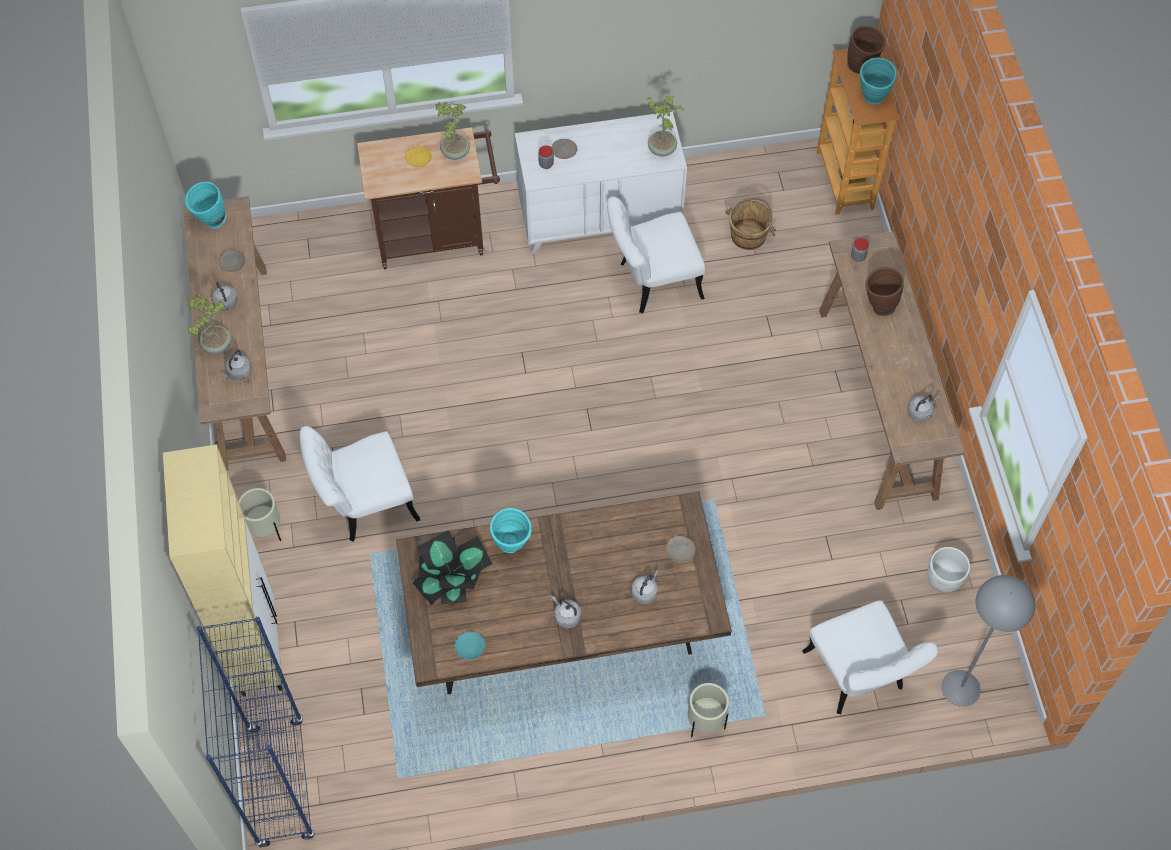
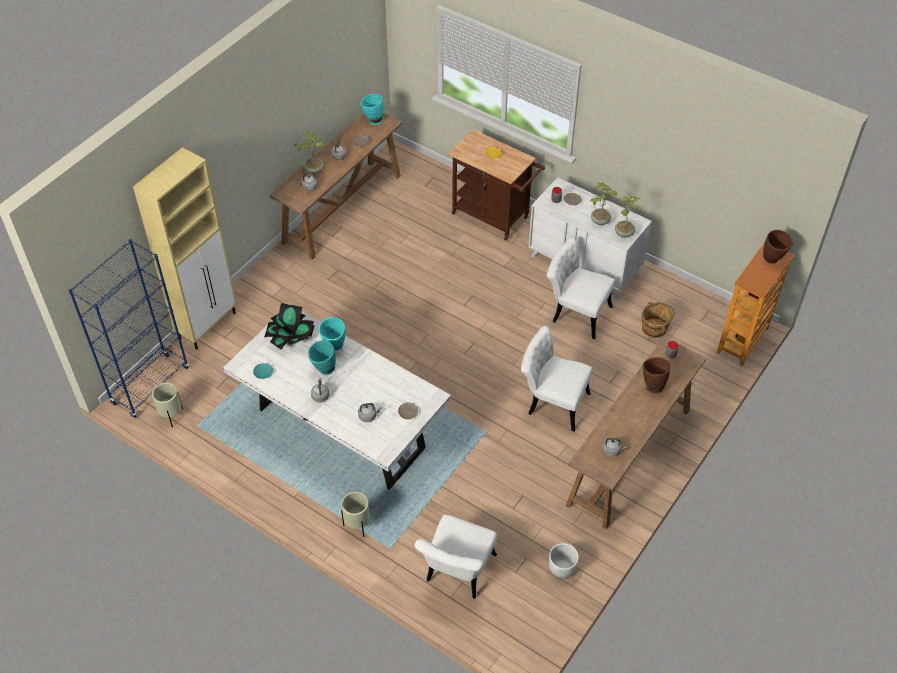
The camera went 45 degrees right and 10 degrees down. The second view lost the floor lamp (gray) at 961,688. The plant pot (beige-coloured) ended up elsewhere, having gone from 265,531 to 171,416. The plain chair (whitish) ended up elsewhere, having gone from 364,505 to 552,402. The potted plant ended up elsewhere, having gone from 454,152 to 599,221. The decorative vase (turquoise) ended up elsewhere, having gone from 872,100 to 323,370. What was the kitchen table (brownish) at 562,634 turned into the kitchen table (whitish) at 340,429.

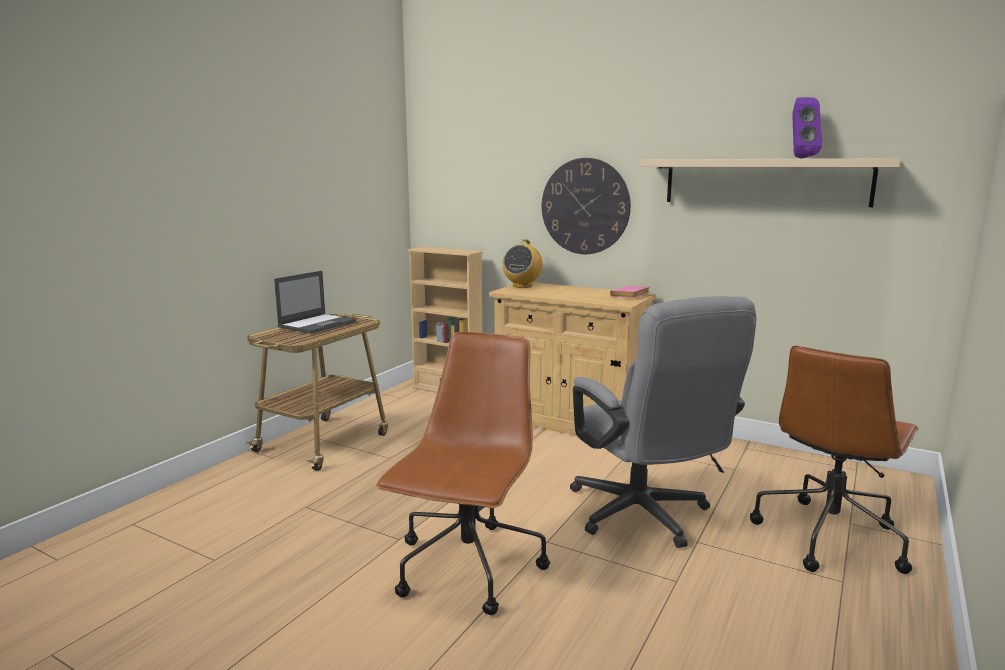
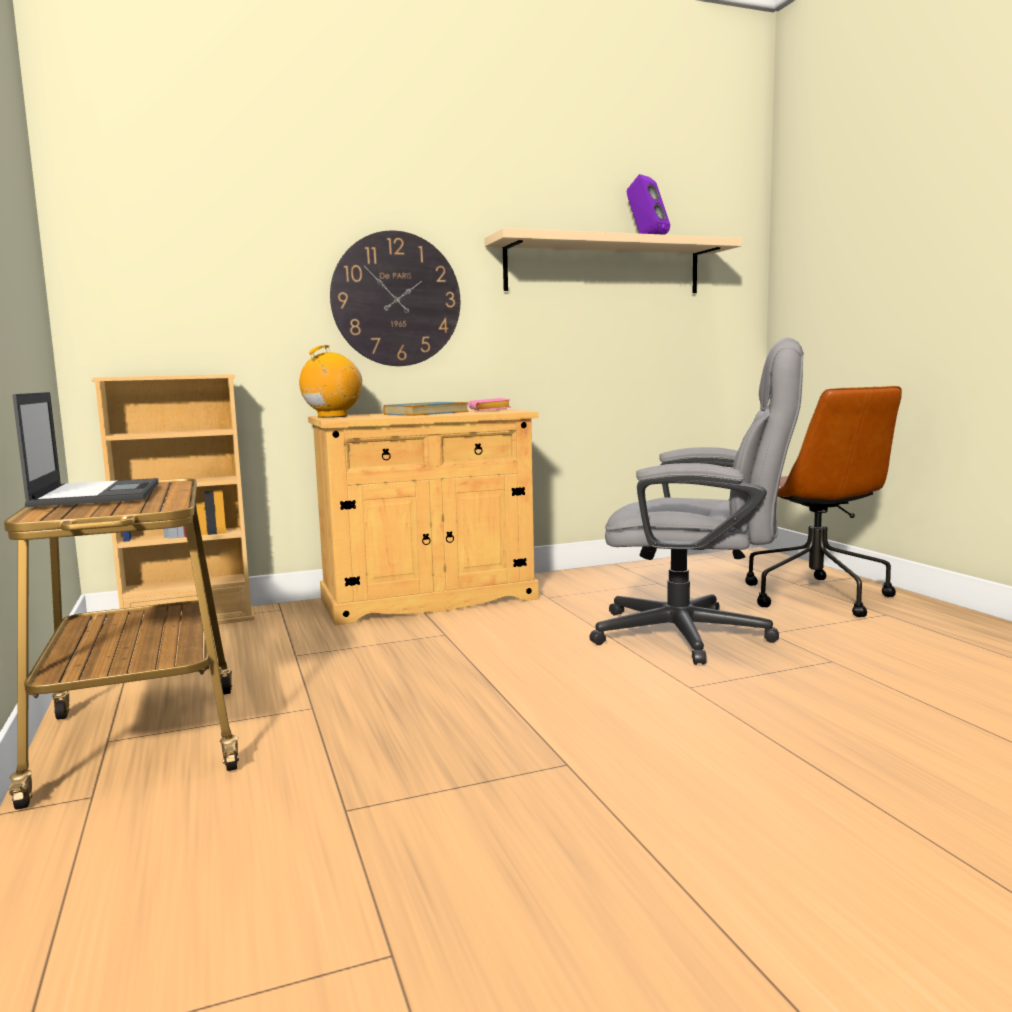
The camera went 50 degrees left and 5 degrees down. The second view lost the computer chair (brownish) at 468,569. The second view gained the volume at 426,413. The radio set at 522,286 ended up facing another way, 120 degrees counterclockwise from before.

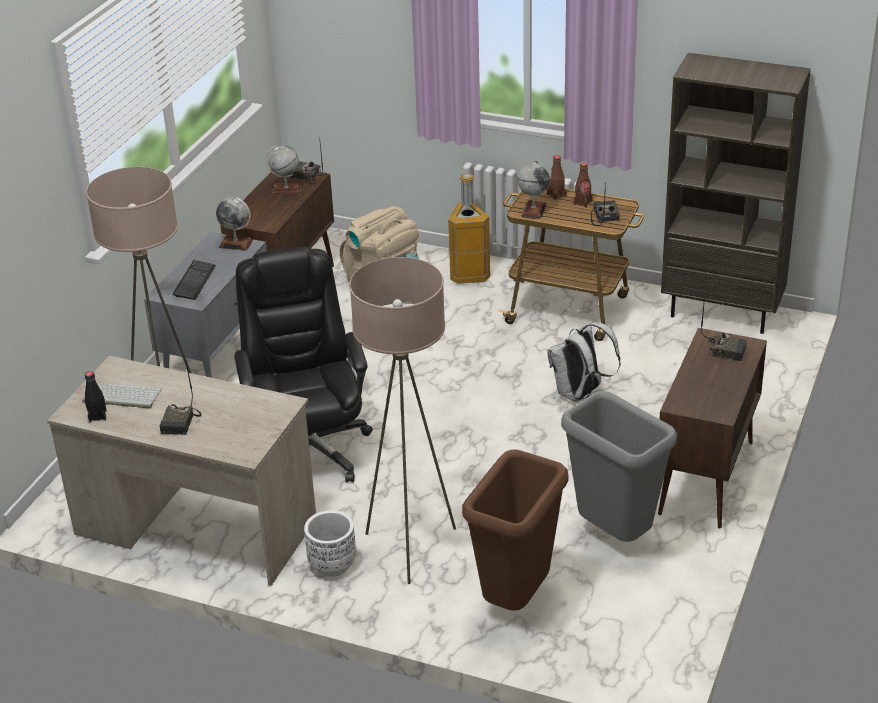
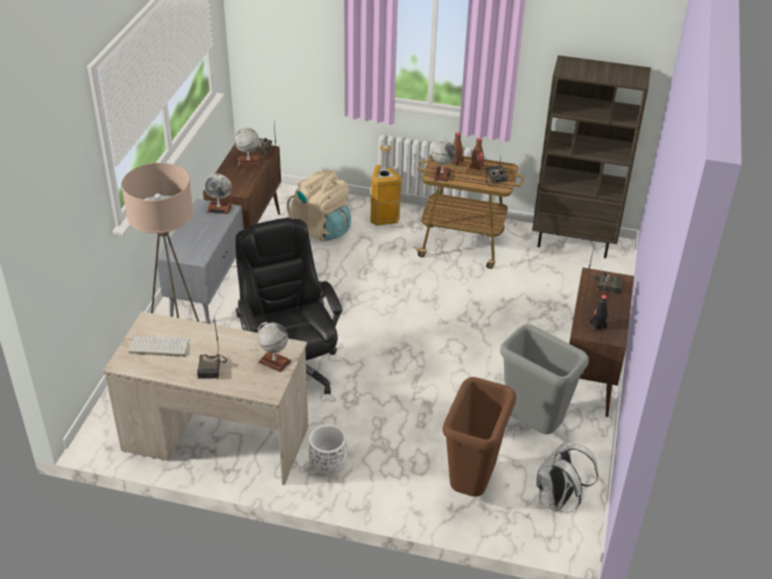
The camera went 10 degrees left and 5 degrees up. The second view lost the keyboard at 194,281. The second view lost the floor lamp (beige-coloured) at 411,548. The second view gained the desk globe at 274,361. The beverage bottle (black-coloured) ended up elsewhere, having gone from 97,416 to 598,326. The knapsack (whitish) ended up elsewhere, having gone from 580,394 to 557,501.

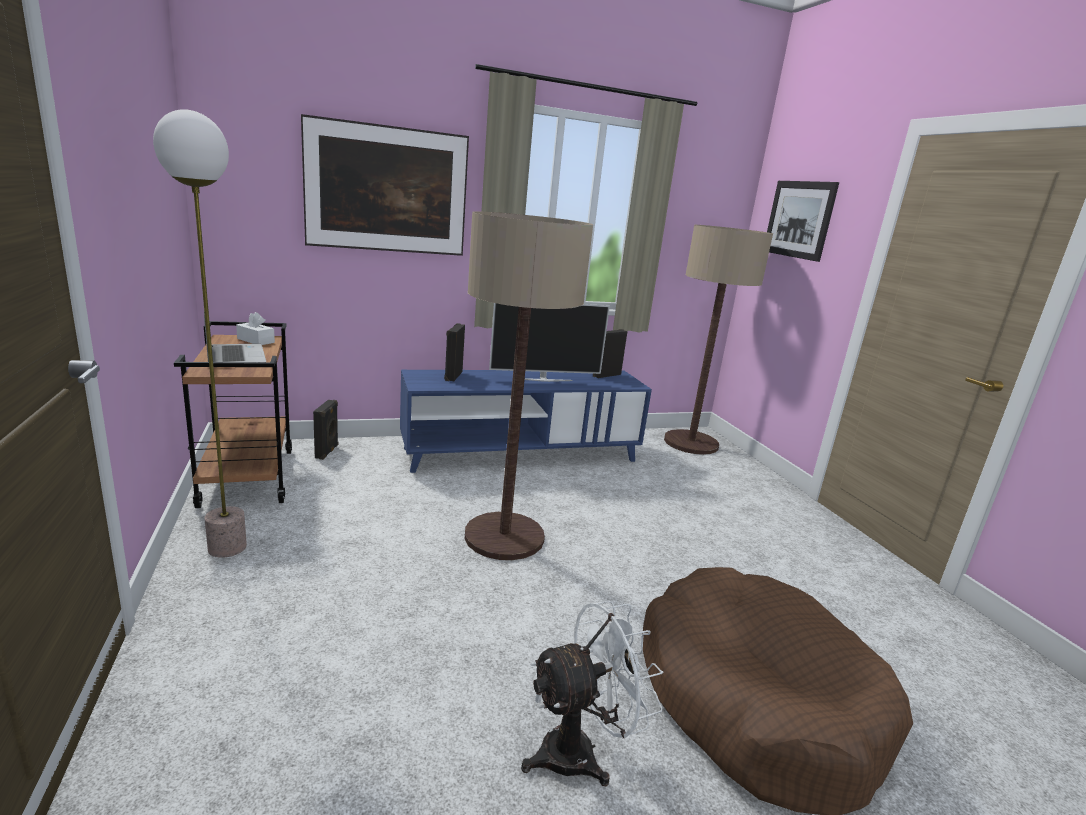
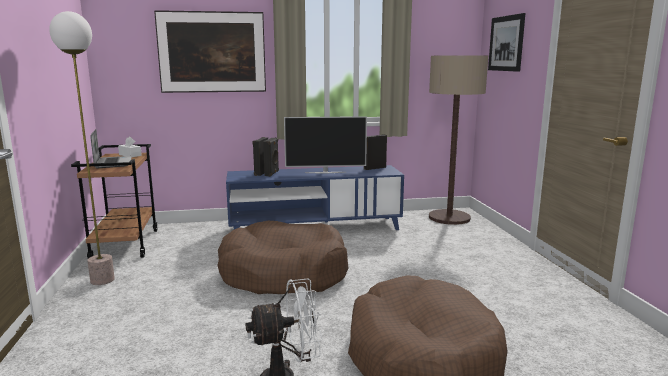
The camera went 10 degrees right and 5 degrees down. The loudspeaker (black-coloured) ended up elsewhere, having gone from 327,452 to 272,173. Where the floor lamp stood at 504,537, the pet bed (brownish) came to stand at 283,273.

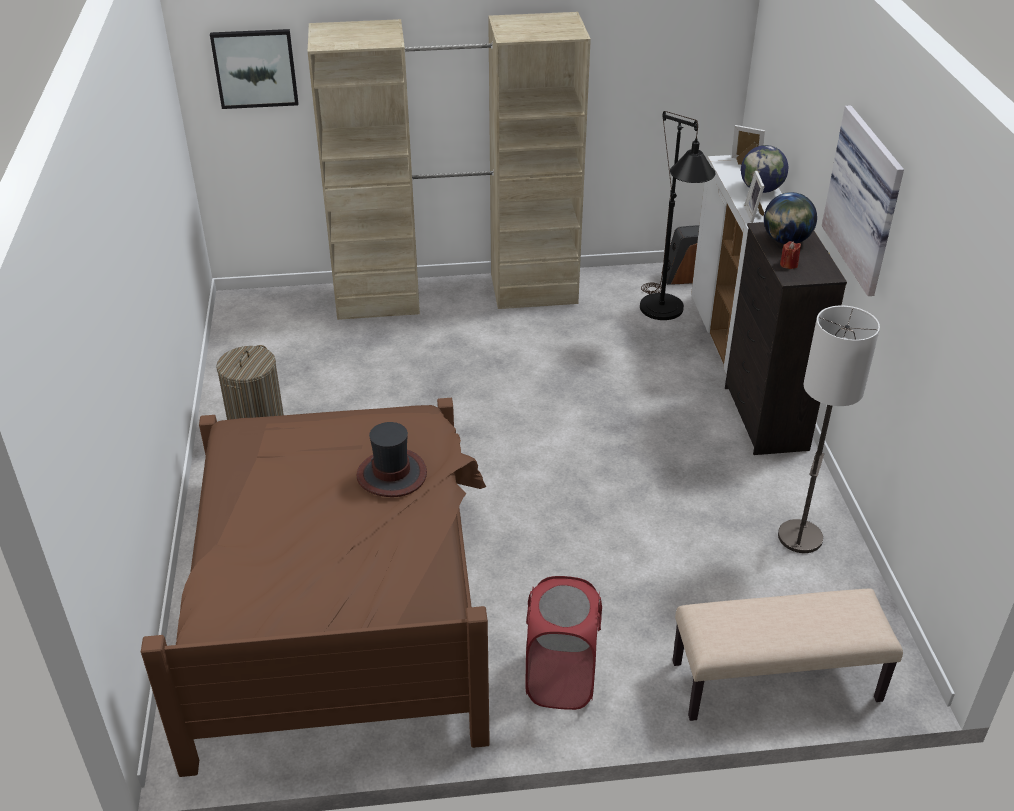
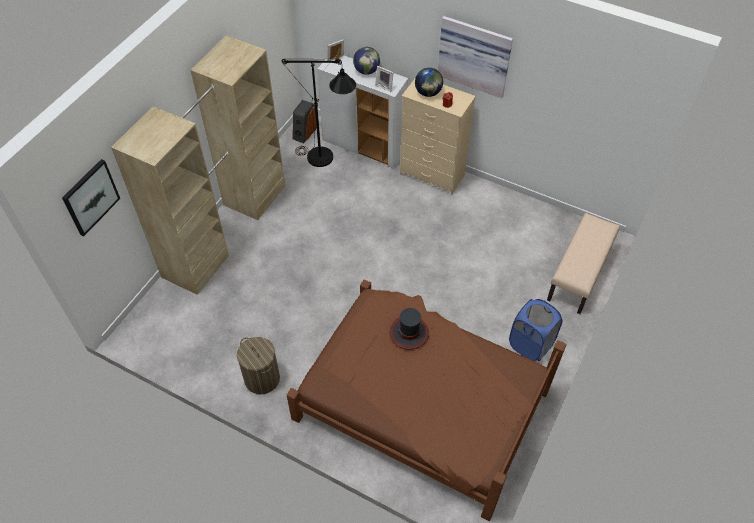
The camera went 55 degrees left and 15 degrees up. The second view lost the floor lamp at 800,537. What was the washing basket (red-coloured) at 561,680 turned into the washing basket (blue) at 530,344. What was the drawer chest (black-coloured) at 765,419 turned into the drawer chest (beige-coloured) at 432,175.

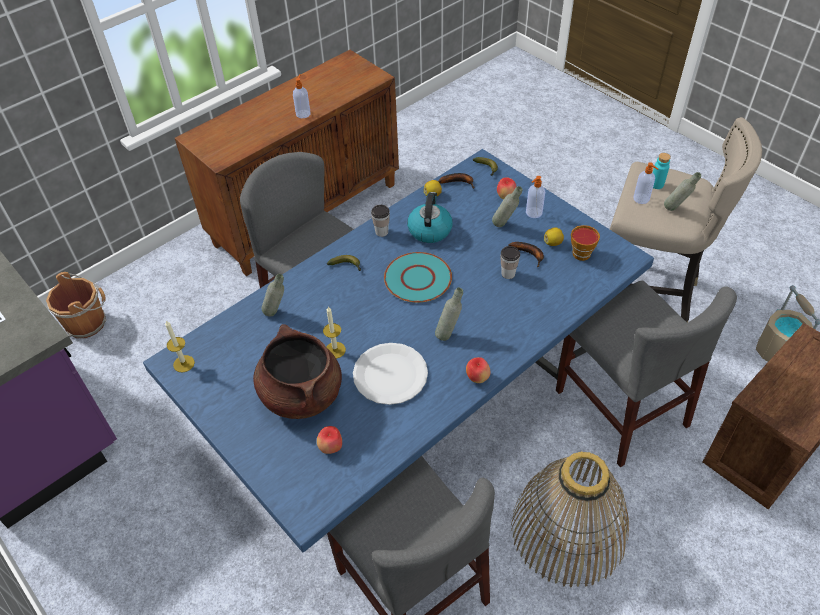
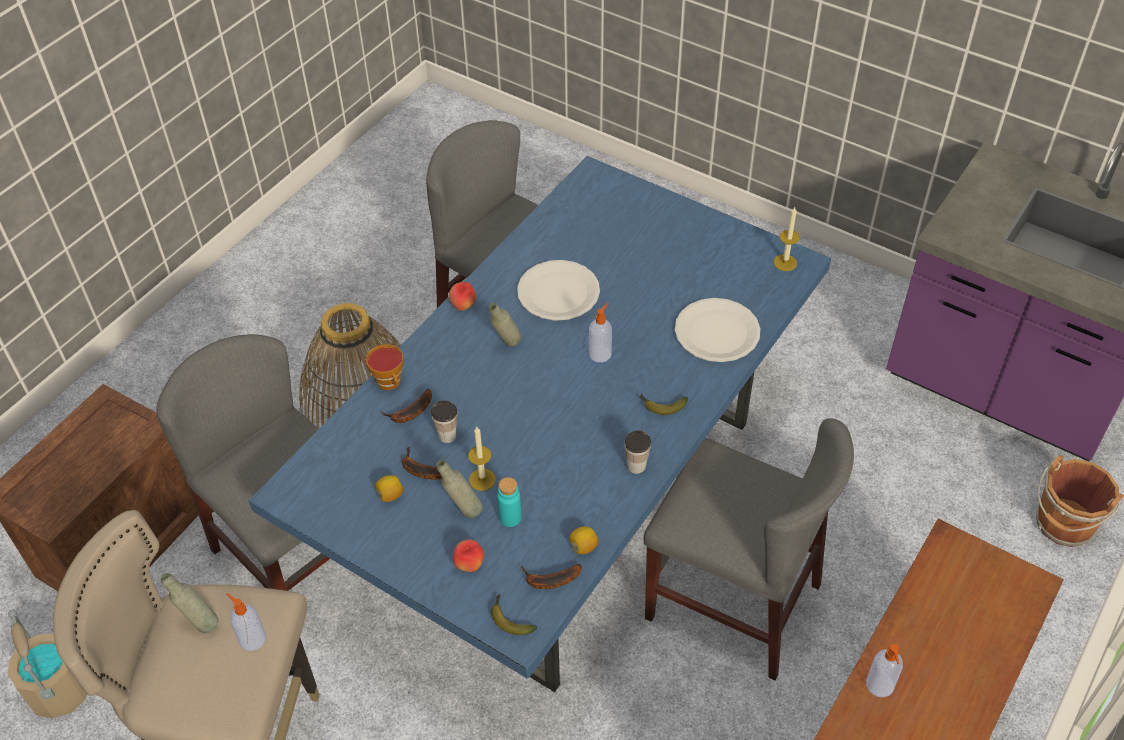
The camera went 165 degrees right and 0 degrees up. The second view lost the saucepot (brownish) at 301,394. The second view lost the apple fruit at 331,447. The second view lost the plate (turquoise) at 418,279. The second view lost the water kettle at 429,229. The second view gained the banana fruit at 410,413. The wax light ended up elsewhere, having gone from 335,350 to 482,479. The soap bottle ended up elsewhere, having gone from 533,213 to 600,353. The drinking cup ended up elsewhere, having gone from 580,252 to 390,383. The beverage bottle (turquoise) ended up elsewhere, having gone from 656,184 to 510,517. Where the beverage bottle (gray) stood at 277,313, the plate (whitish) came to stand at 716,332.

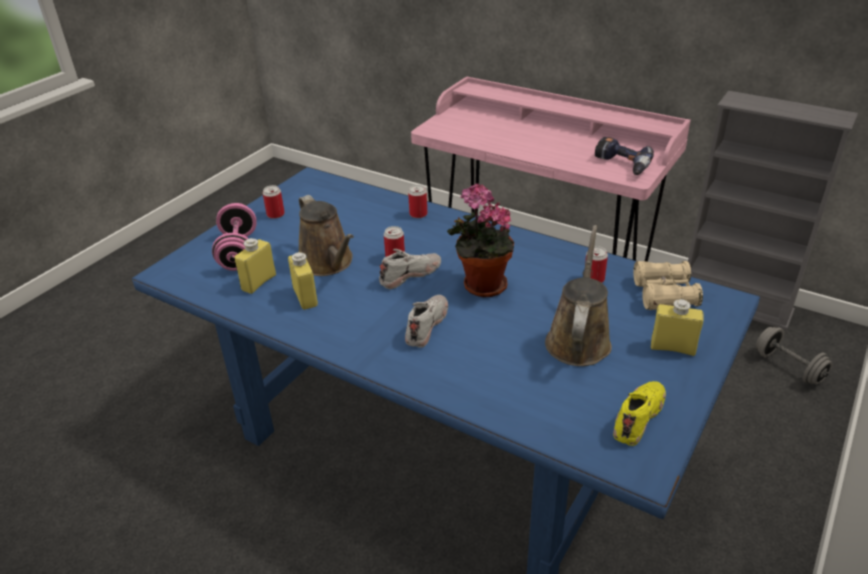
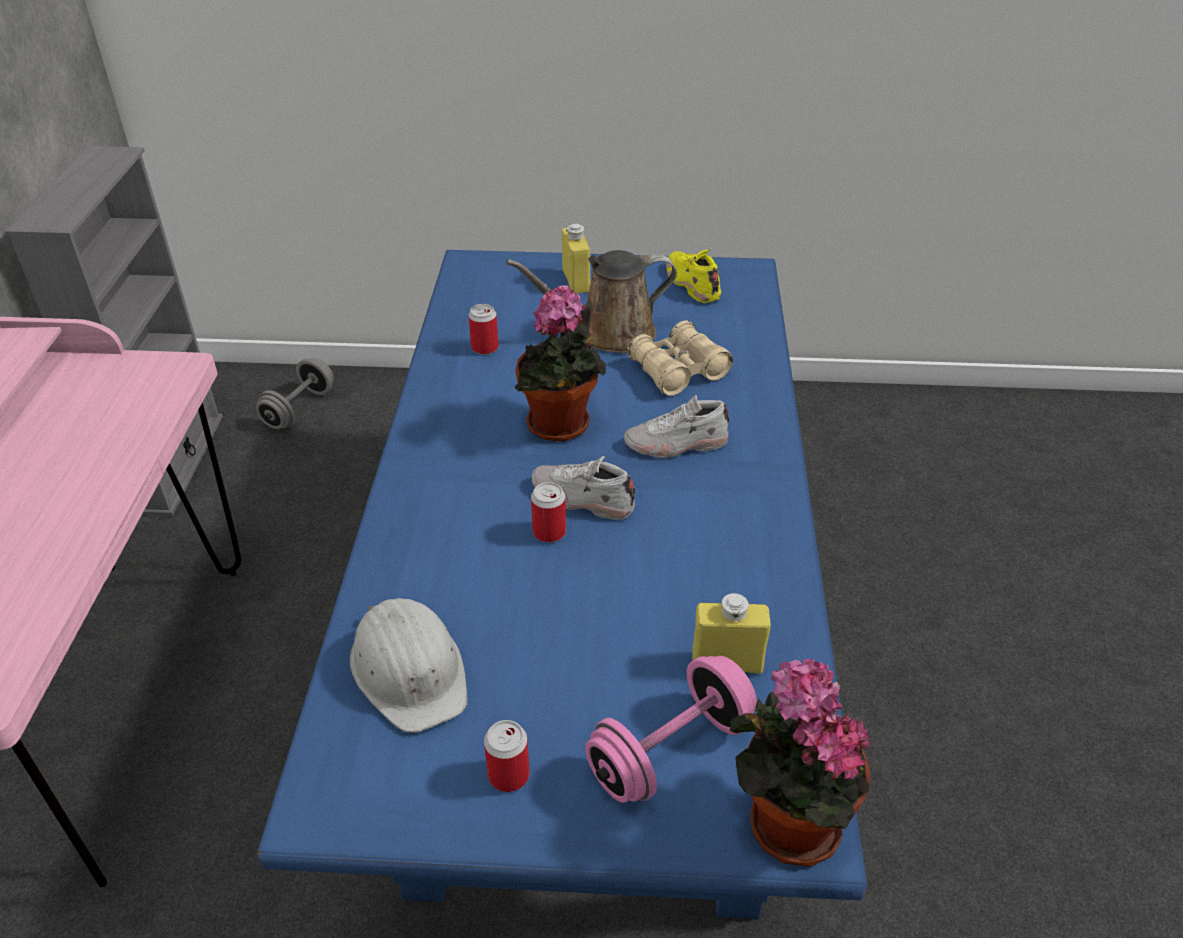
The camera went 120 degrees left and 5 degrees up. The second view lost the beverage bottle (yellow) at 305,297. The second view lost the sprinkling can (brownish) at 328,263. The second view lost the metal can at 418,214. The second view lost the power drill at 621,165. The second view gained the hard hat (whitish) at 410,670. The second view gained the potted plant at 785,823. The binoculars (beige-coloured) ended up elsewhere, having gone from 664,294 to 678,371. The low shoe (yellow) at 638,417 ended up facing another way, 60 degrees clockwise from before.

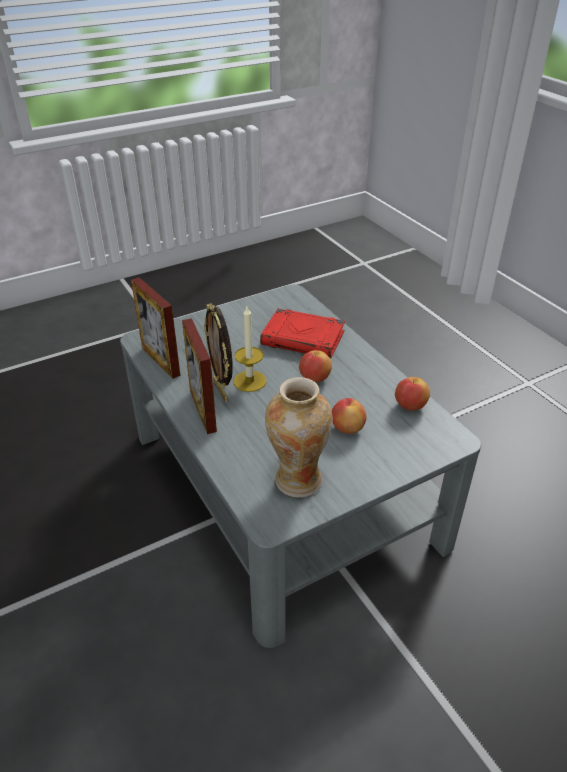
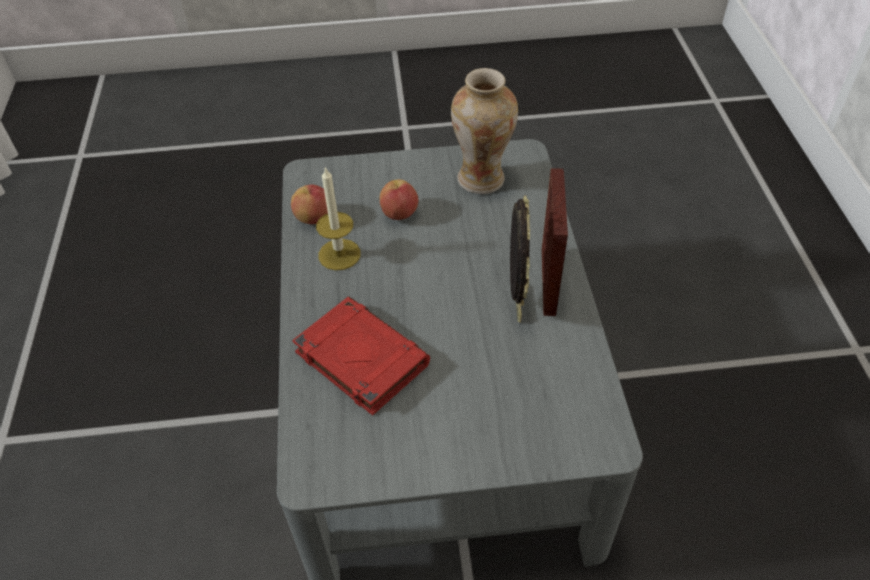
The camera went 155 degrees left and 10 degrees up. The second view lost the photo frame at 160,361. The second view lost the apple fruit at 314,378. The wax light ended up elsewhere, having gone from 250,381 to 339,254.

